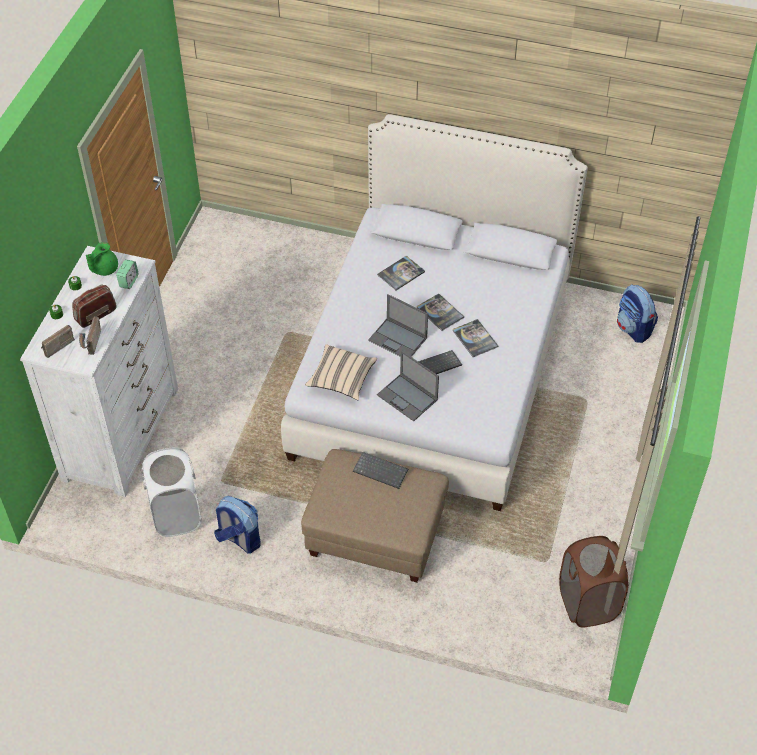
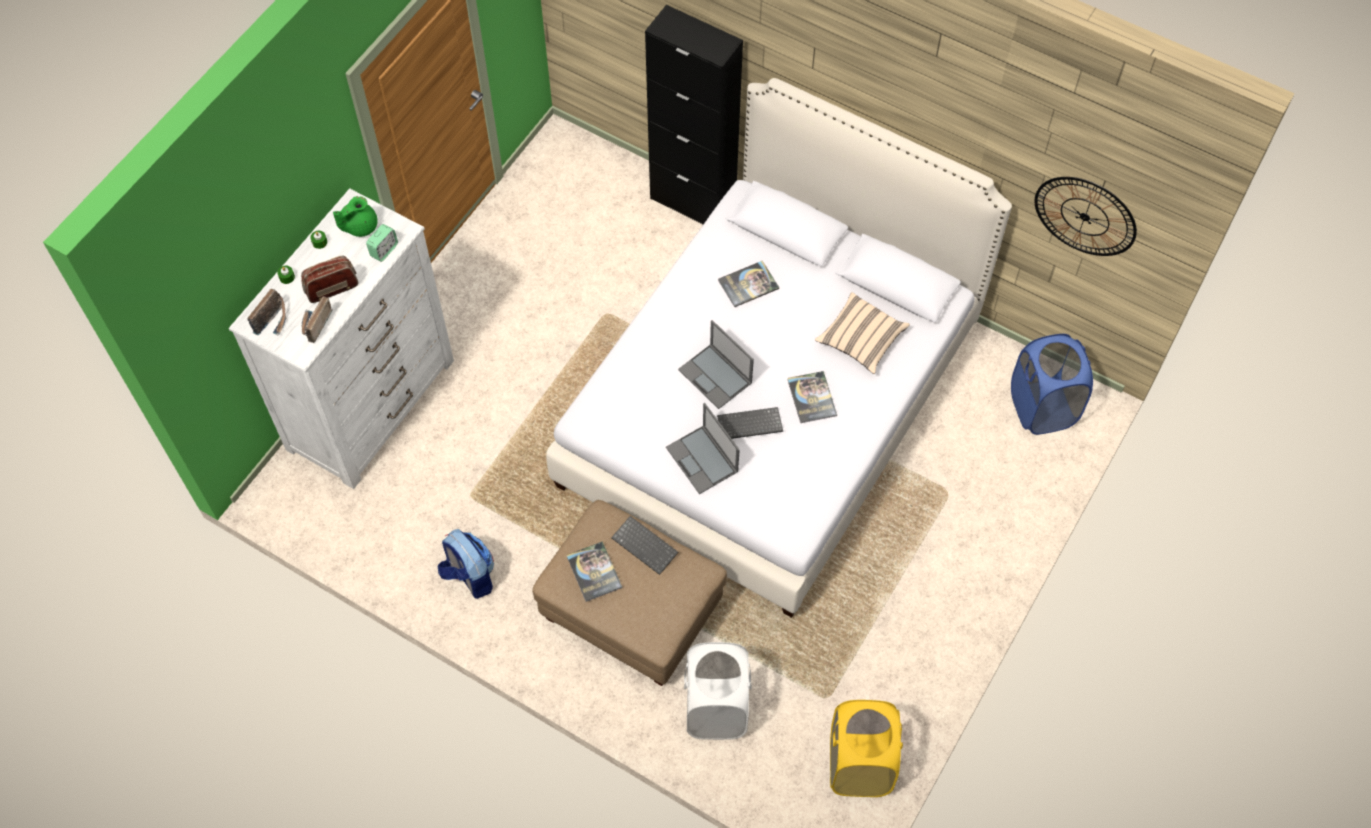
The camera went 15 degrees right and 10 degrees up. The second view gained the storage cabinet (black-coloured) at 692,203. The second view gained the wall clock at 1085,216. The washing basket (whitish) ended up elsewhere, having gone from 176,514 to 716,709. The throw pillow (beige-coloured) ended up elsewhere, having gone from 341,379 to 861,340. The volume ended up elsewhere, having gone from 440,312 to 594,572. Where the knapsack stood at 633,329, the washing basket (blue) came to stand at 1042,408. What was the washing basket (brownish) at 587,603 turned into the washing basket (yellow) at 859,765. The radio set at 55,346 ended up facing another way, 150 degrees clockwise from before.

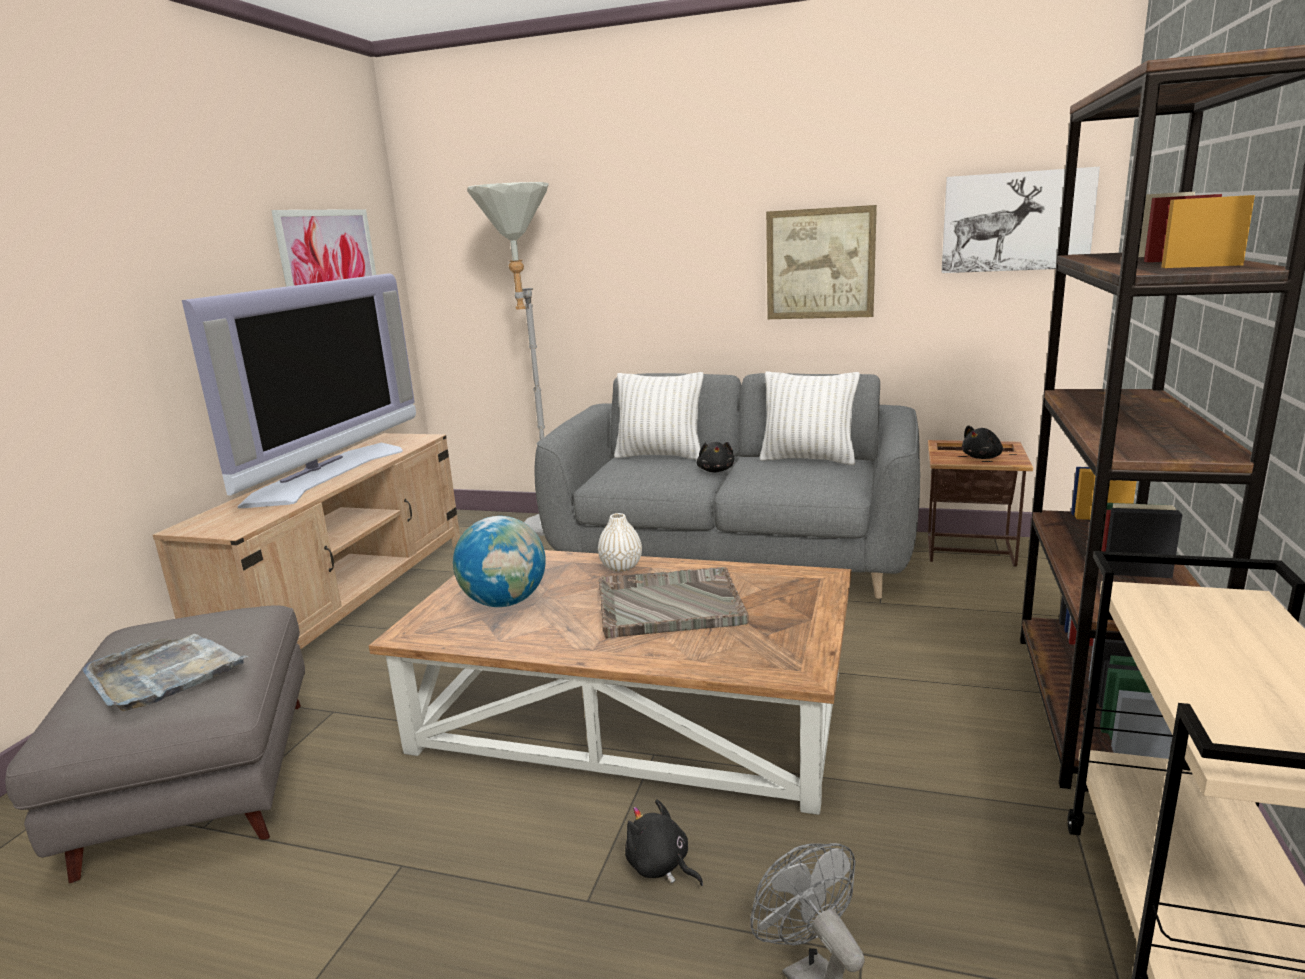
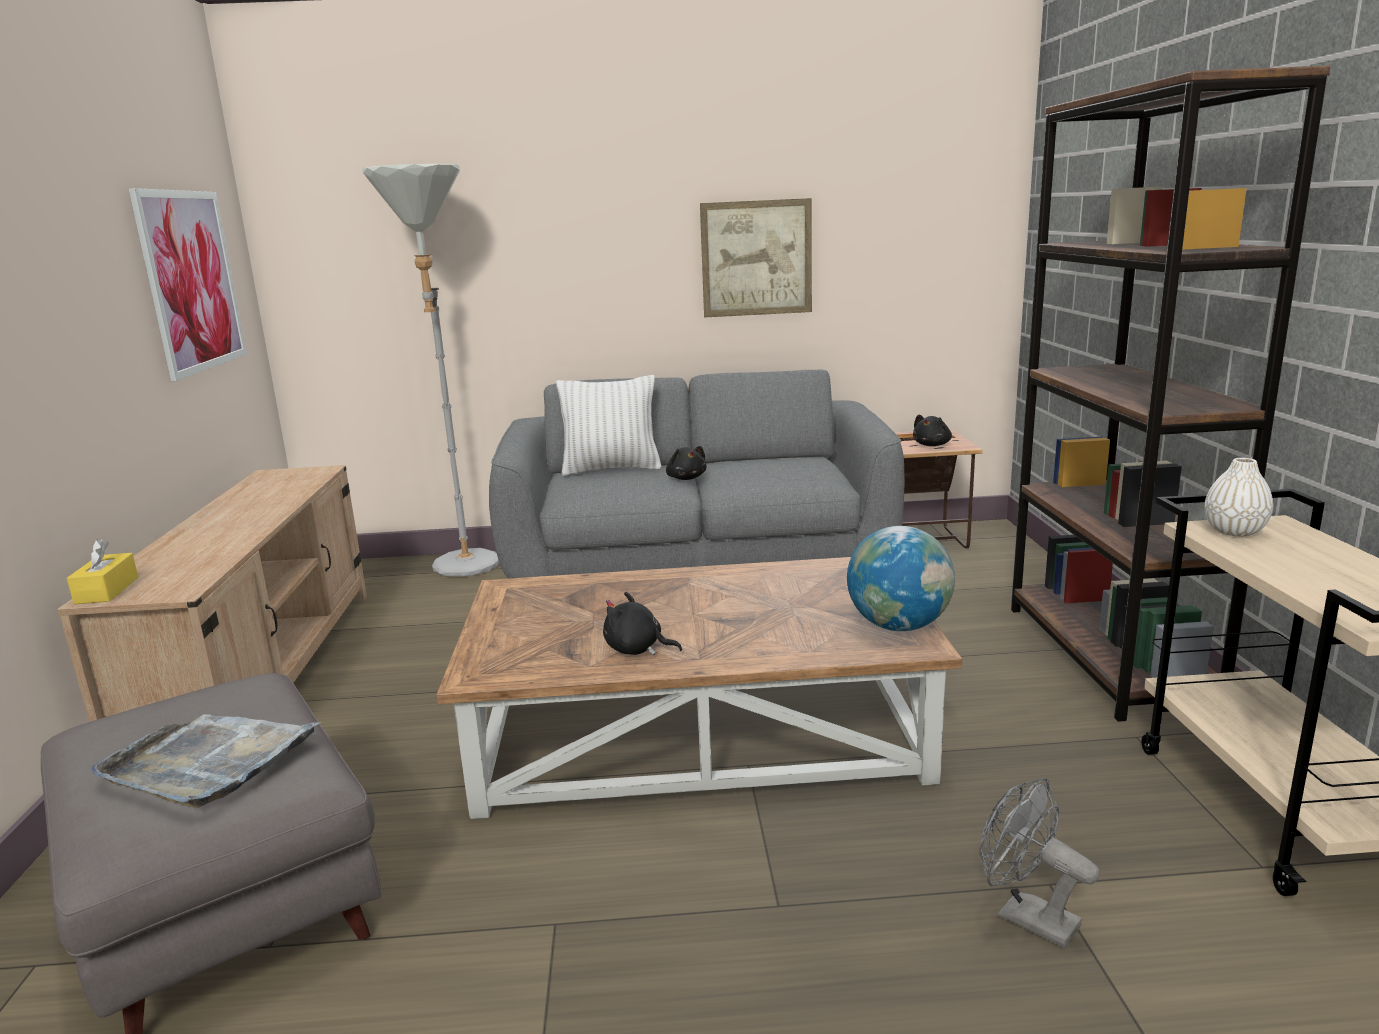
The camera went 20 degrees left and 0 degrees up. The second view lost the television at 327,473. The second view lost the serving tray (gray) at 668,604. The second view lost the throw pillow (whitish) at 808,459. The second view lost the picture at 1016,221. The second view gained the tissue holder (yellow) at 107,590. The desk globe ended up elsewhere, having gone from 505,602 to 899,626. The decorative vase (whitish) ended up elsewhere, having gone from 621,567 to 1234,531. The cuddly toy (black-coloured) ended up elsewhere, having gone from 660,866 to 637,649.

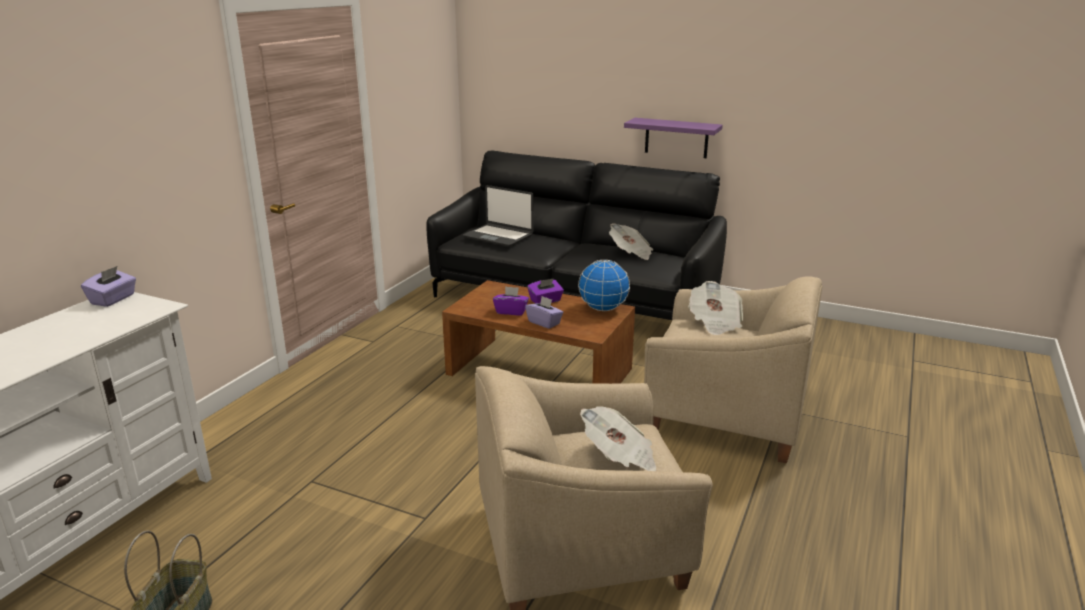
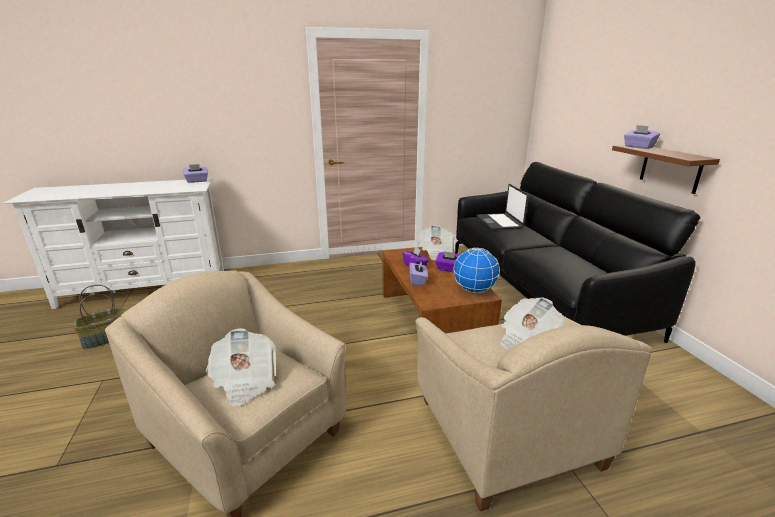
The camera went 50 degrees right and 0 degrees up. The second view gained the tissue holder (purple) at 638,147. The newspaper ended up elsewhere, having gone from 631,253 to 436,252. What was the shelf (purple) at 676,138 turned into the shelf (brownish) at 670,168.

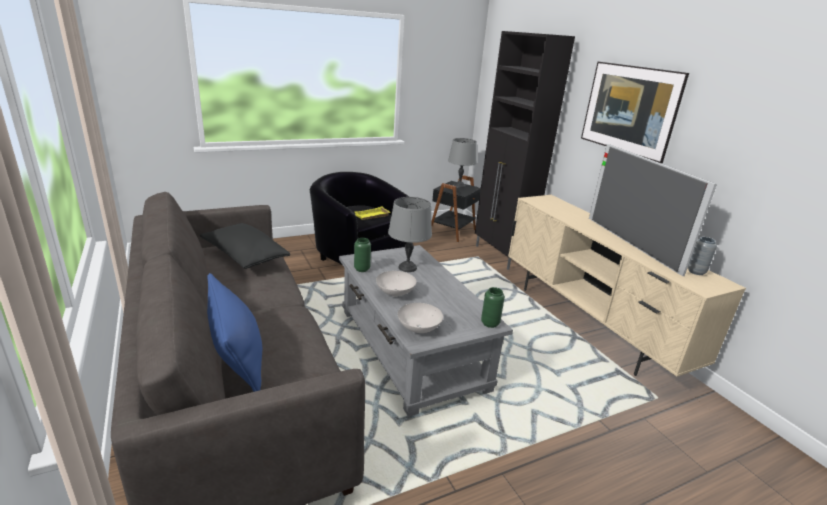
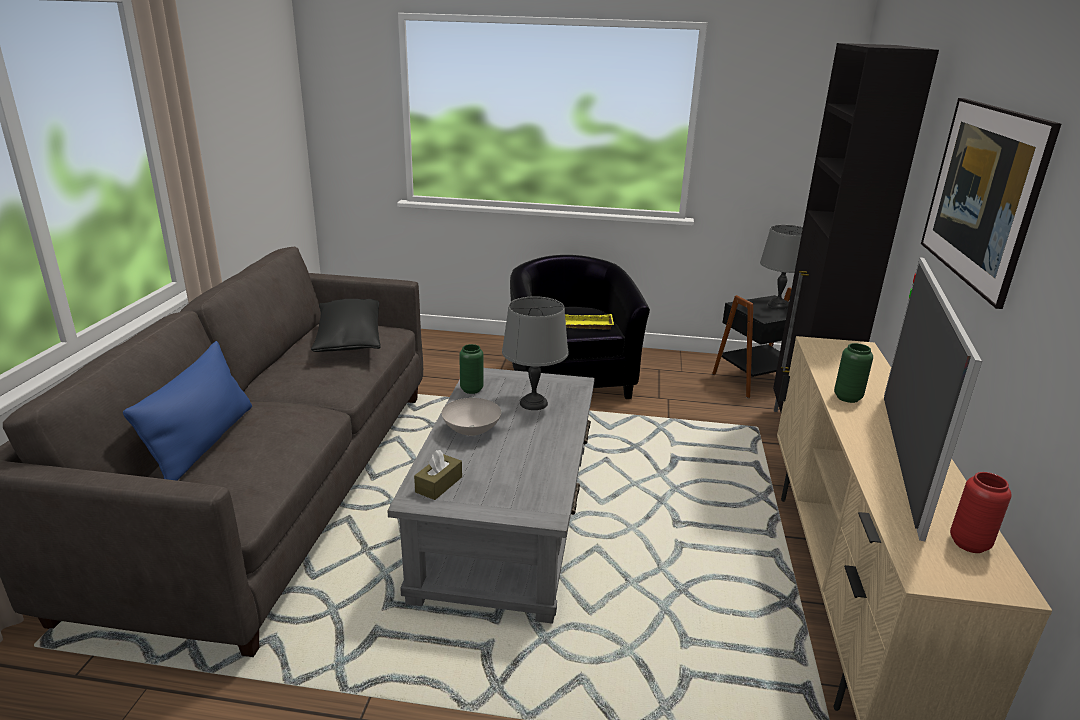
The camera went 35 degrees right and 0 degrees up. The decorative vase (green-coloured) ended up elsewhere, having gone from 490,323 to 847,397. Where the serving bowl (whitish) stood at 419,329, the tissue holder (brownish) came to stand at 439,484. What was the decorative vase (gray) at 696,272 turned into the decorative vase (red-coloured) at 969,543.

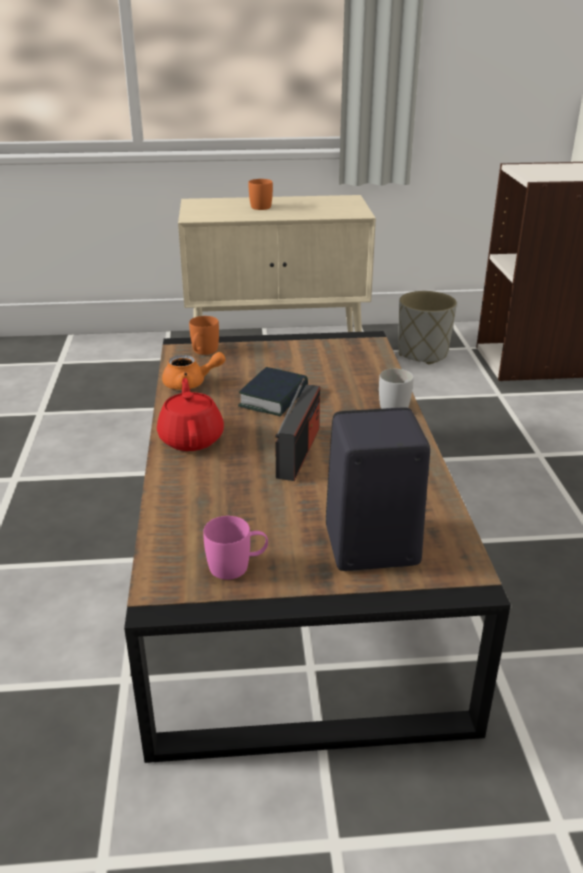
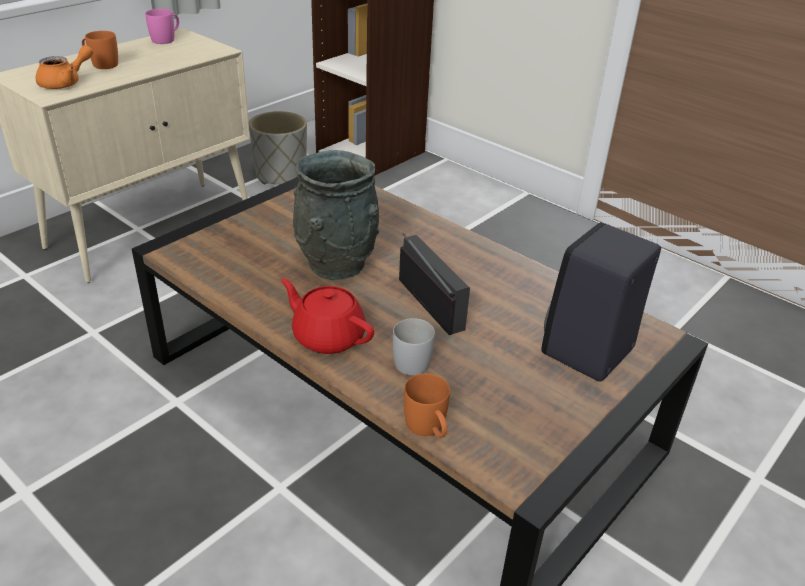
The camera went 45 degrees left and 5 degrees up. The tea pot (orangey) ended up elsewhere, having gone from 190,384 to 66,83. The coffee mug (orangey) ended up elsewhere, having gone from 203,352 to 428,429. The coffee mug (pink-coloured) ended up elsewhere, having gone from 237,566 to 166,39. The coffee mug (whitish) ended up elsewhere, having gone from 396,404 to 410,359. Where the volume stood at 274,398, the decorative vase (gray) came to stand at 337,265.

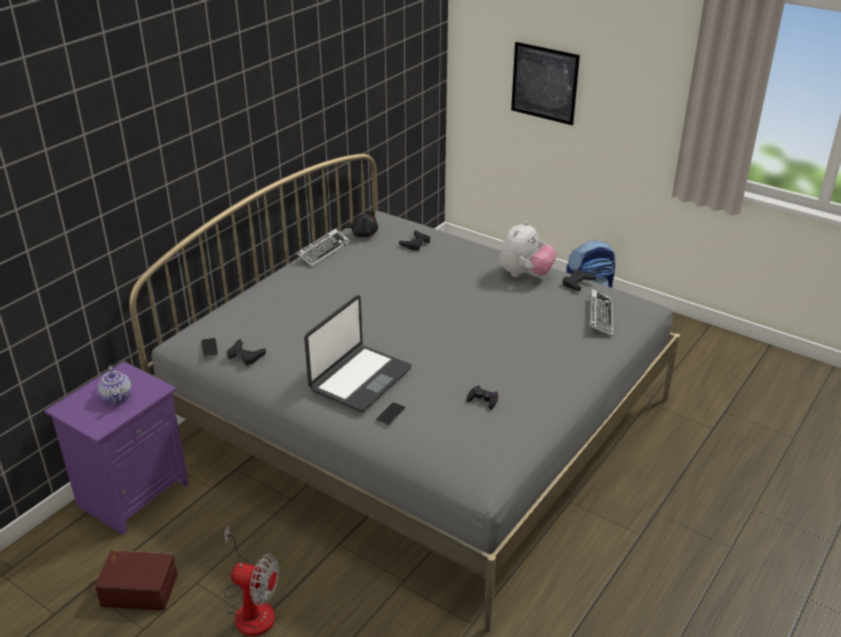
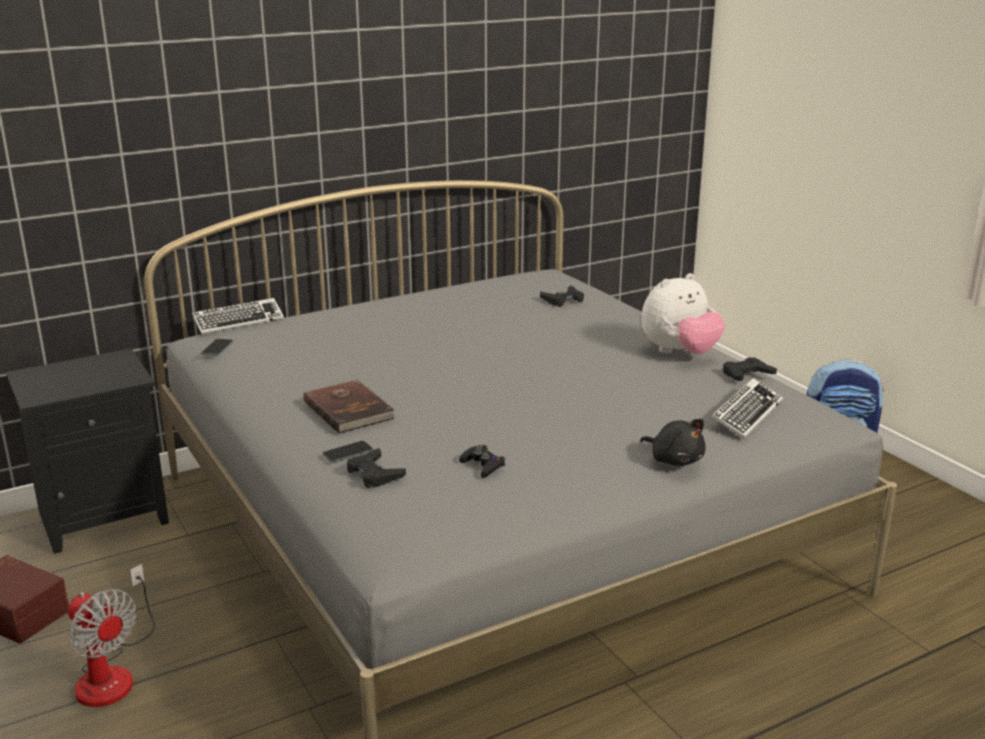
The camera went 25 degrees right and 10 degrees down. The second view lost the tea pot at 117,397. The second view lost the picture at 544,83. The joypad (black-coloured) ended up elsewhere, having gone from 245,356 to 374,474. The keyboard ended up elsewhere, having gone from 323,251 to 238,321. The cuddly toy (black-coloured) ended up elsewhere, having gone from 363,234 to 674,460. Where the laptop stood at 359,378, the volume (brownish) came to stand at 349,409. What was the bedside table (purple) at 133,492 turned into the bedside table (black-coloured) at 105,516.

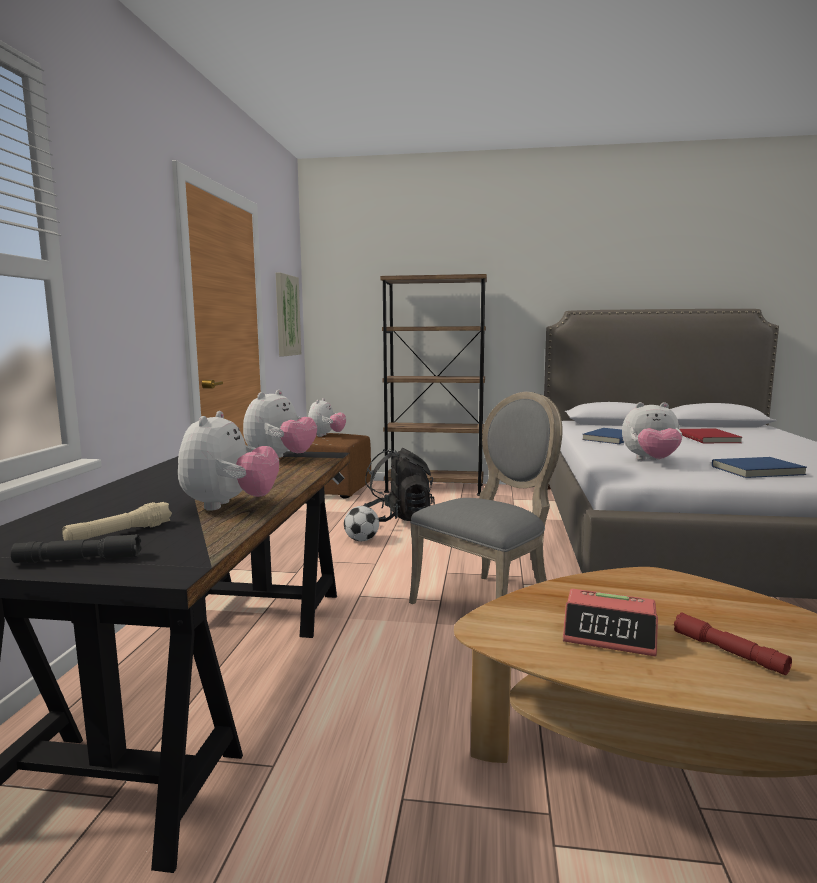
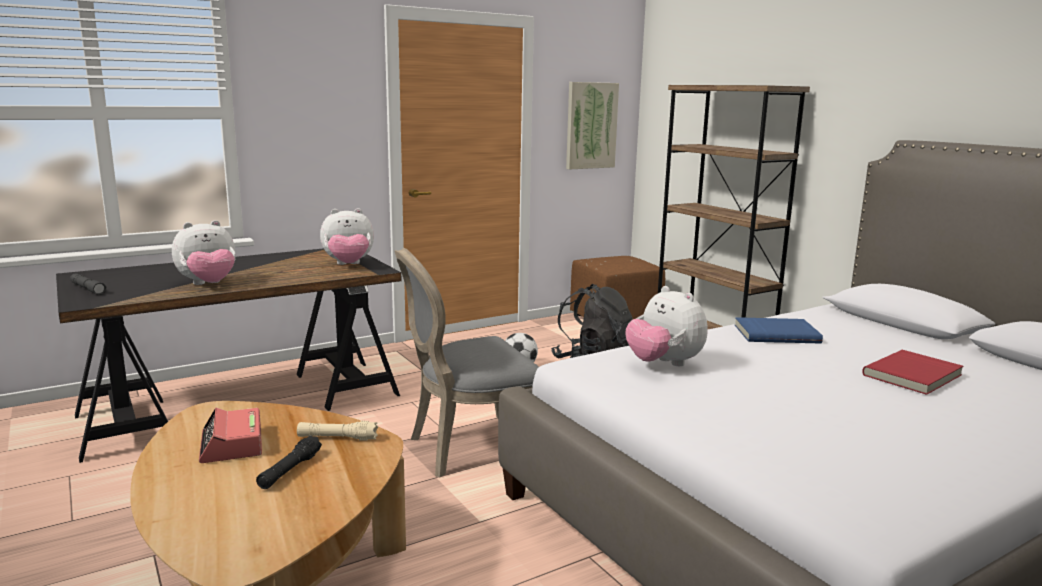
The camera went 50 degrees right and 5 degrees up. The second view lost the cuddly toy at 326,435. The second view lost the hand torch (red-coloured) at 728,652. The second view lost the volume (blue) at 758,471. The second view gained the hand torch (black-coloured) at 290,470. The hand torch (beige-coloured) ended up elsewhere, having gone from 119,533 to 337,438. The plain chair (gray) at 489,601 ended up facing another way, 150 degrees clockwise from before.

